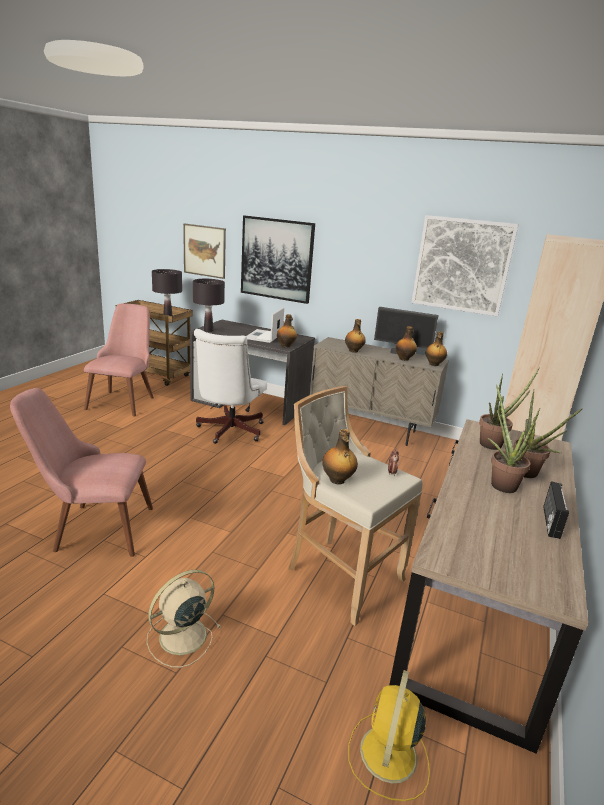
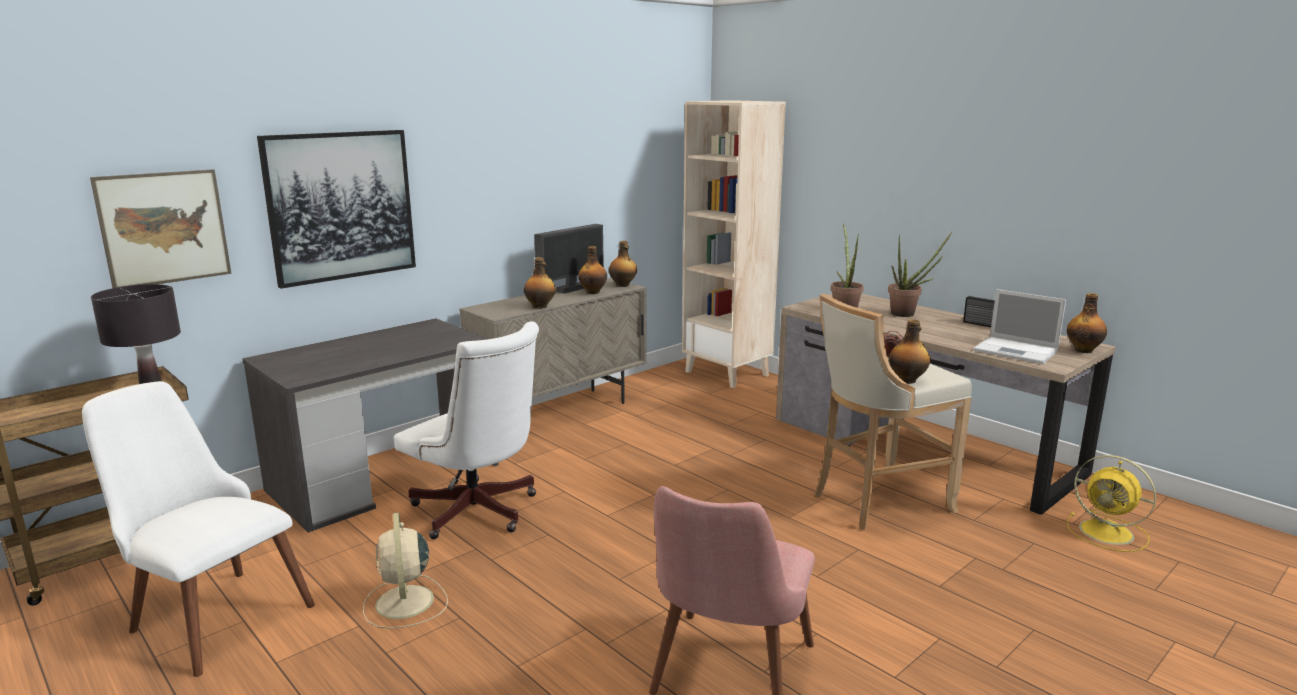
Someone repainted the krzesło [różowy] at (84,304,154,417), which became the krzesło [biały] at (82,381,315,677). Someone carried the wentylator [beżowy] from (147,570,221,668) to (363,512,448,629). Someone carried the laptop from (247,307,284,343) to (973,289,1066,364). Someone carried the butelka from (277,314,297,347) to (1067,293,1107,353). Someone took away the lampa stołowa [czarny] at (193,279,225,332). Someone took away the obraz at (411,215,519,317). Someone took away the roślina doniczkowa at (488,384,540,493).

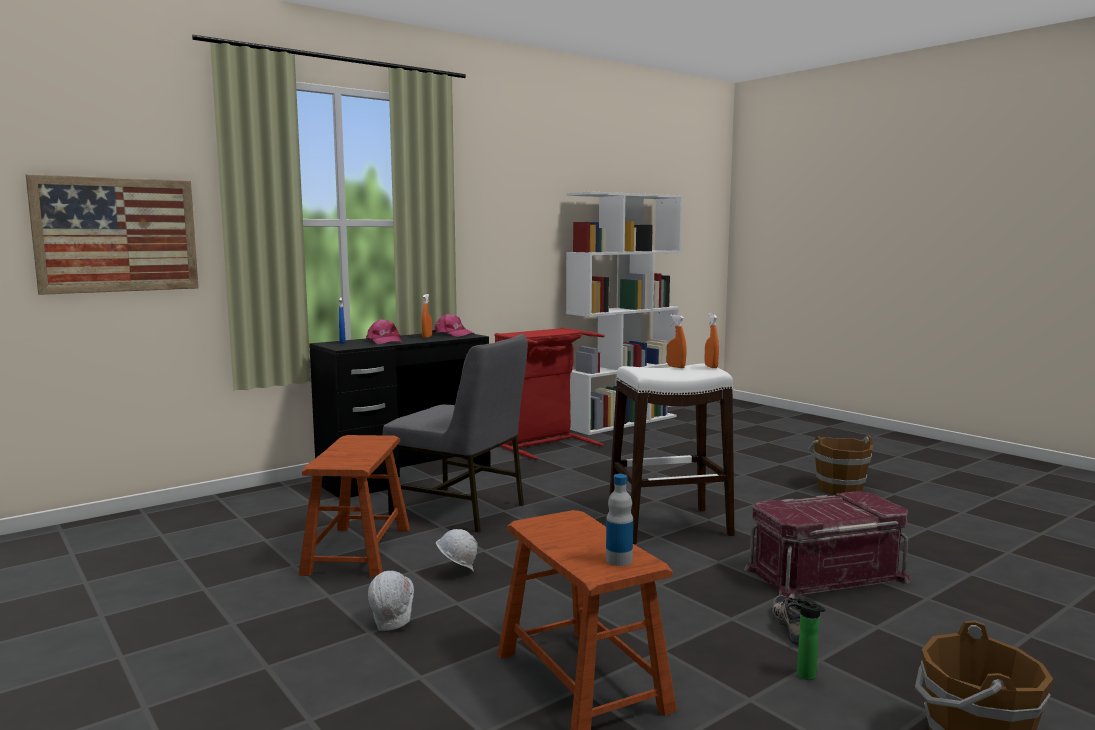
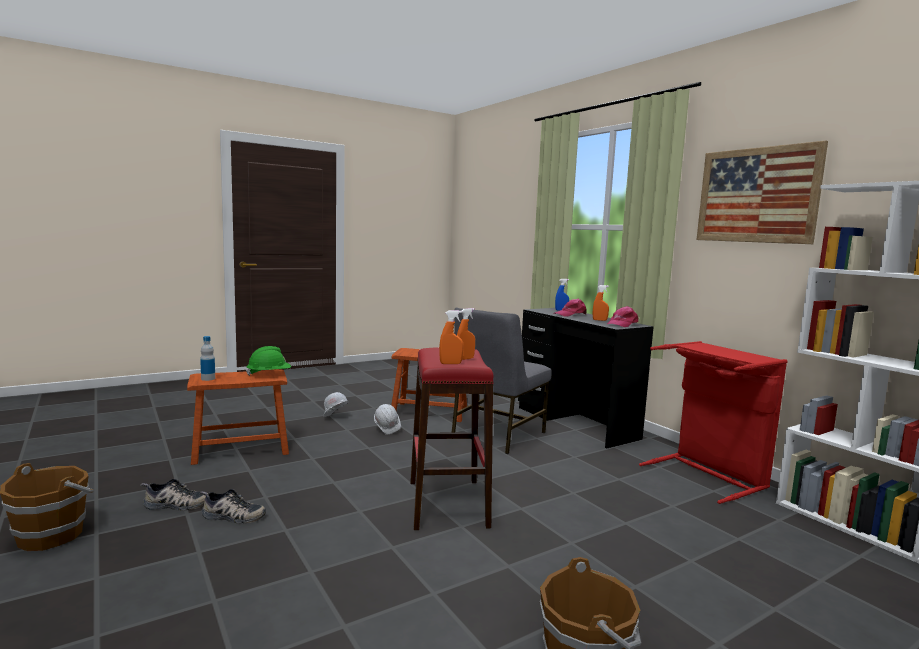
Someone swapped the butelka at (797,597,825,680) for the but at (140,479,207,511). Someone put down the kask [zielony] at (246,346,291,376). Someone repainted the stołek [biały] at (608,363,734,544), which became the stołek [czerwony] at (410,347,494,530). Someone carried the obraz from (26,174,199,295) to (697,141,828,244). Someone took away the pojemnik do przechowywania [czerwony] at (744,491,910,599).

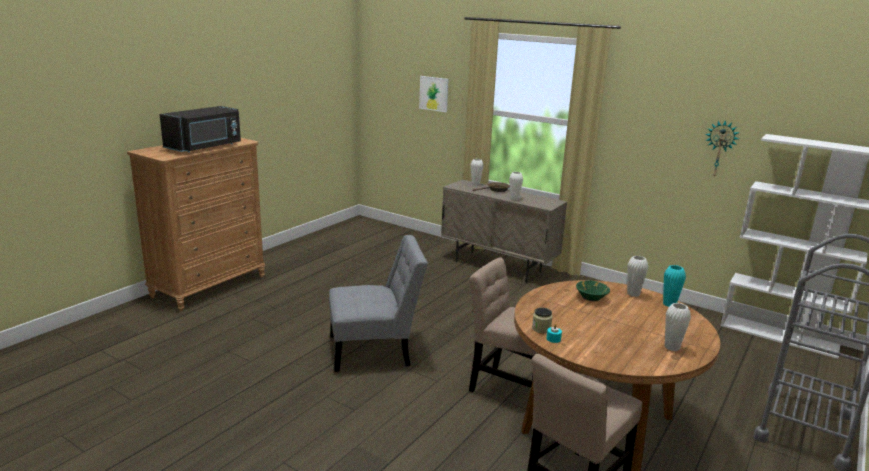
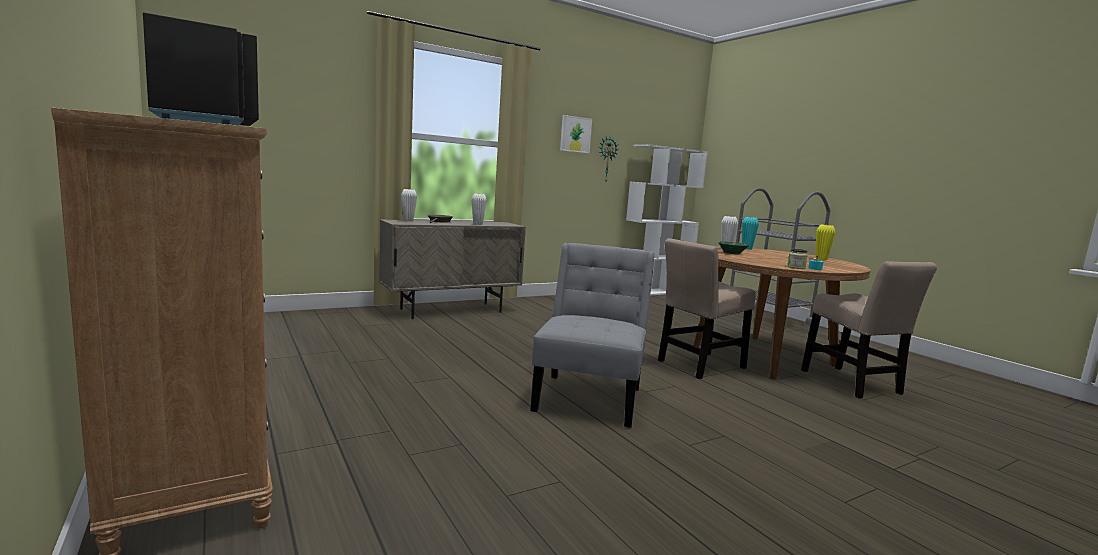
Someone carried the obraz from (419,76,449,112) to (560,115,592,153). Someone repainted the wazon [biały] at (665,303,691,351), which became the wazon [żółty] at (816,225,835,260).

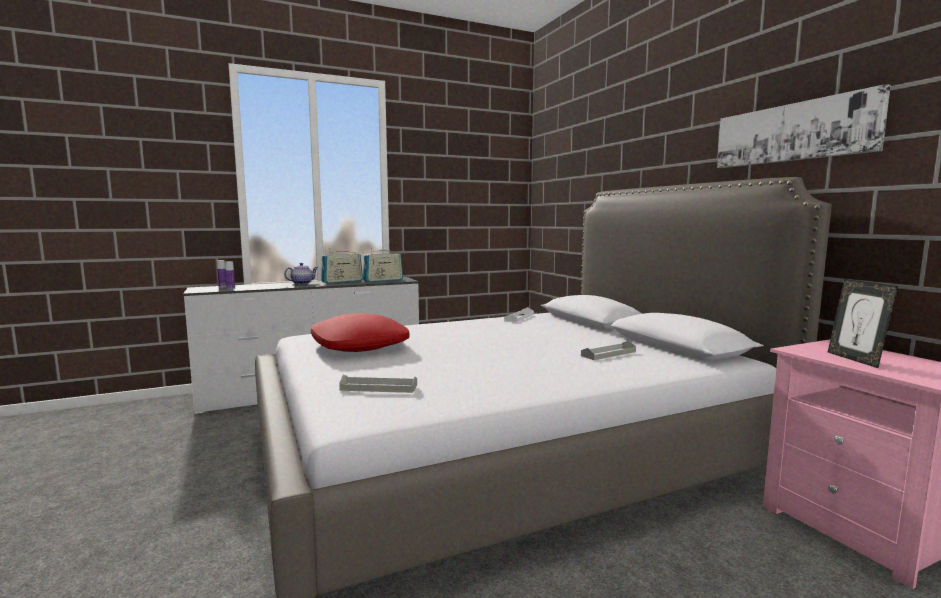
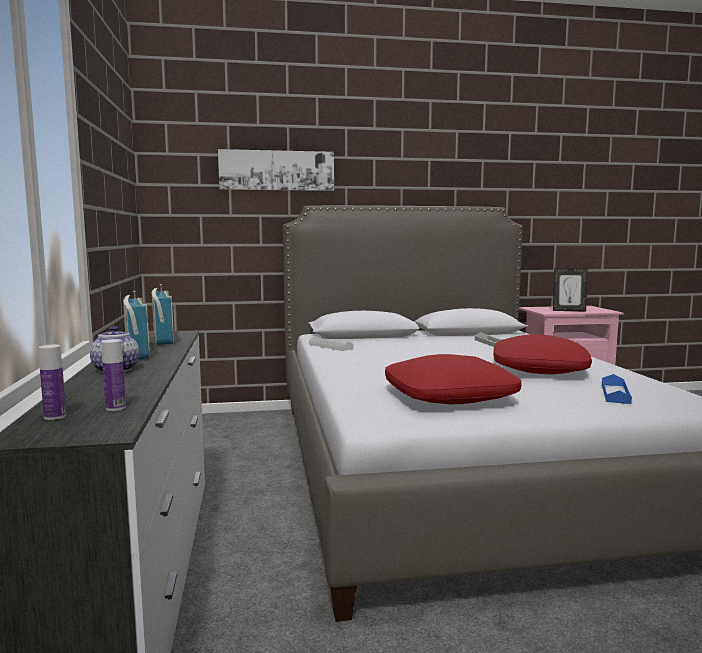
Someone carried the obraz from (717,84,890,168) to (218,149,334,191). Someone put down the poduszka [czerwony] at (493,335,592,374). Someone repainted the taca [szary] at (339,375,417,393), which became the taca [niebieski] at (602,374,632,404).

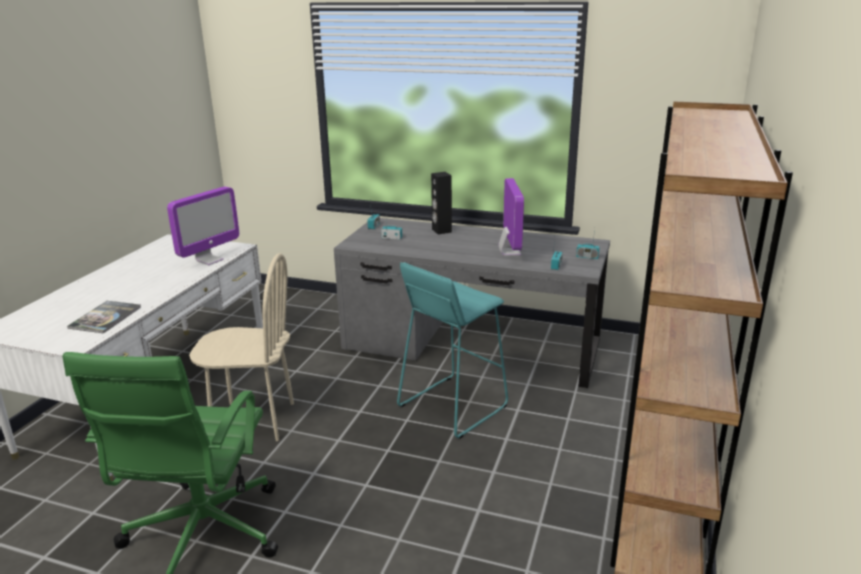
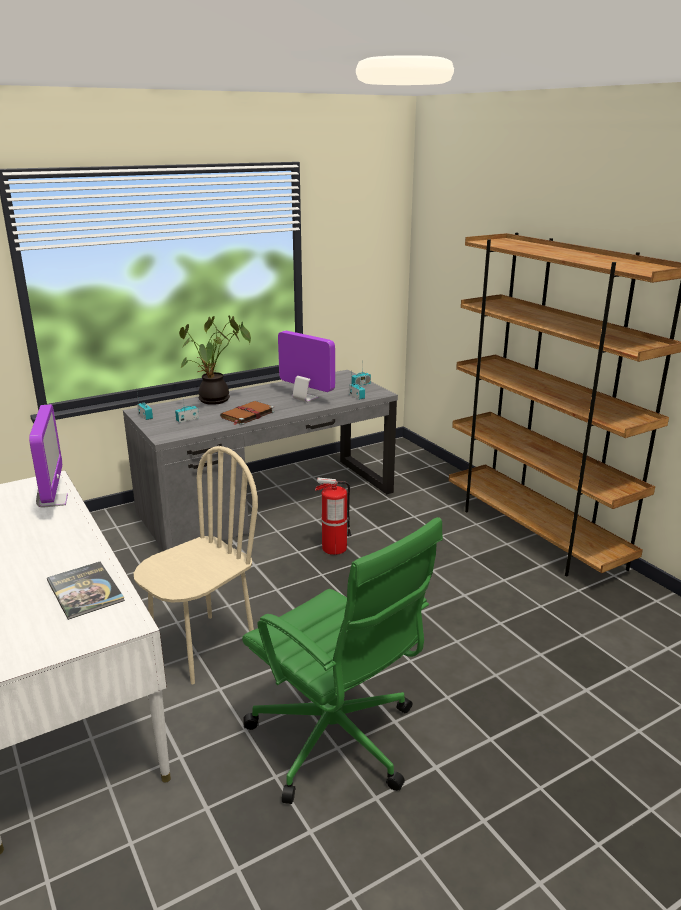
Someone swapped the głośnik [czarny] at (431,172,452,234) for the roślina doniczkowa at (179,316,251,405). Someone put down the książka [brązowy] at (220,401,275,425). Someone swapped the stołek [turkusowy] at (397,263,508,439) for the gaśnica at (315,477,352,555).

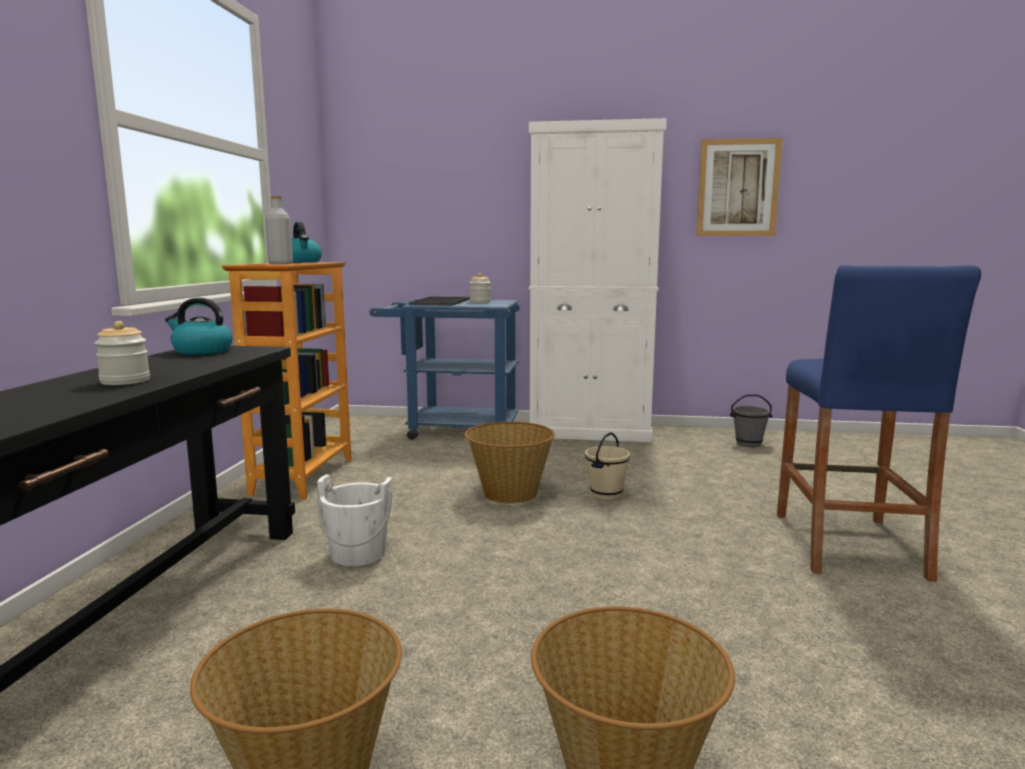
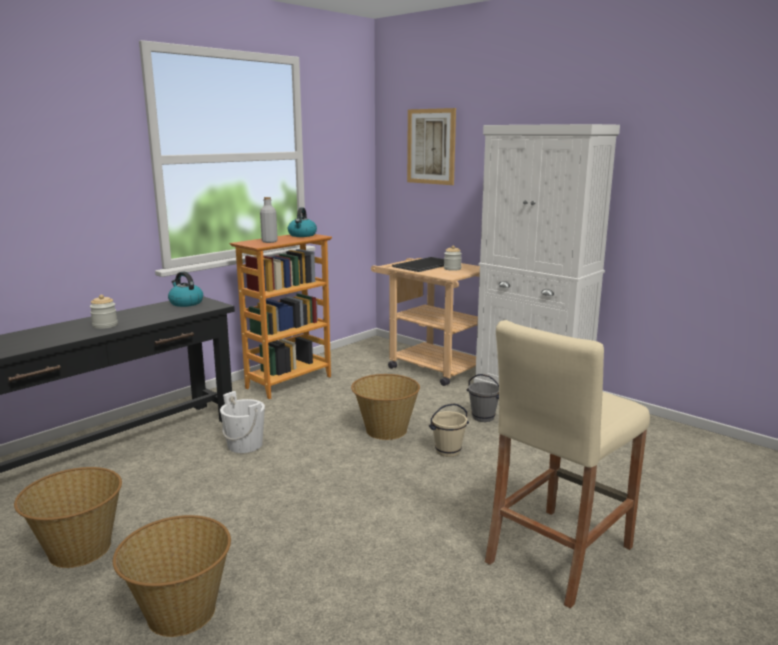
Someone repainted the wózek [niebieski] at (369,299,520,440), which became the wózek [beżowy] at (371,258,480,386). Someone carried the obraz from (696,138,783,236) to (407,108,456,185). Someone carried the wiadro [szary] from (730,395,772,447) to (467,374,499,422). Someone repainted the stołek [niebieski] at (777,265,981,582), which became the stołek [beżowy] at (485,320,650,609).

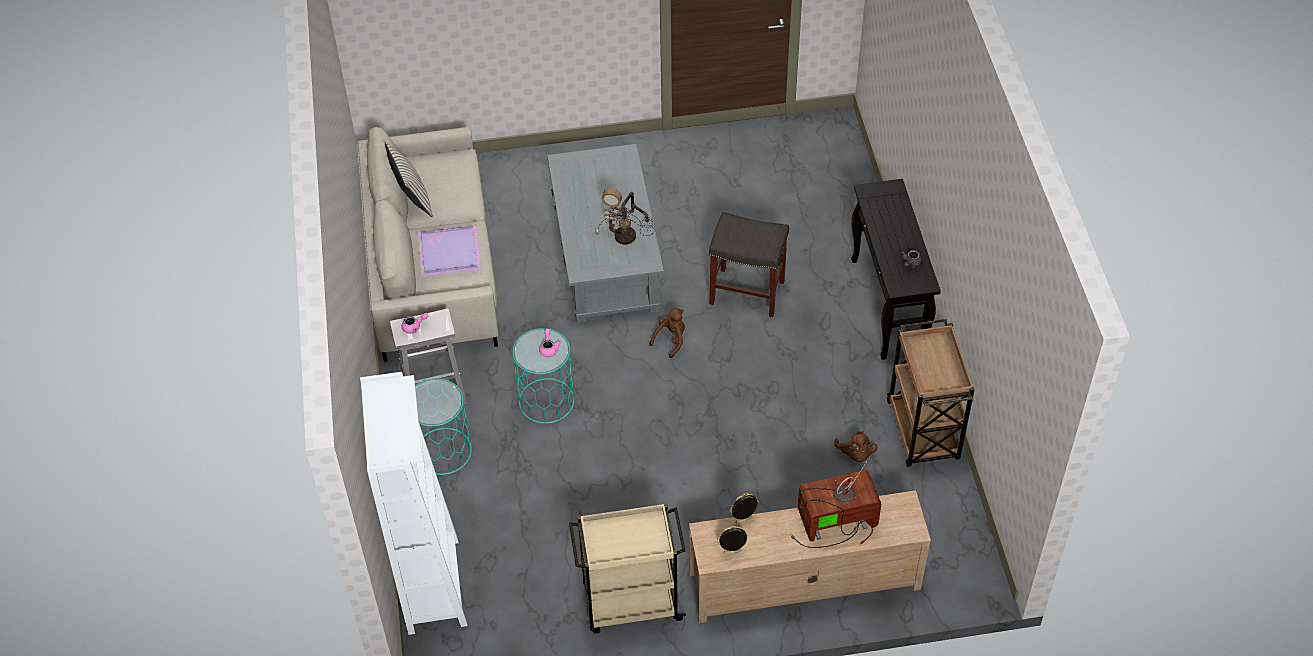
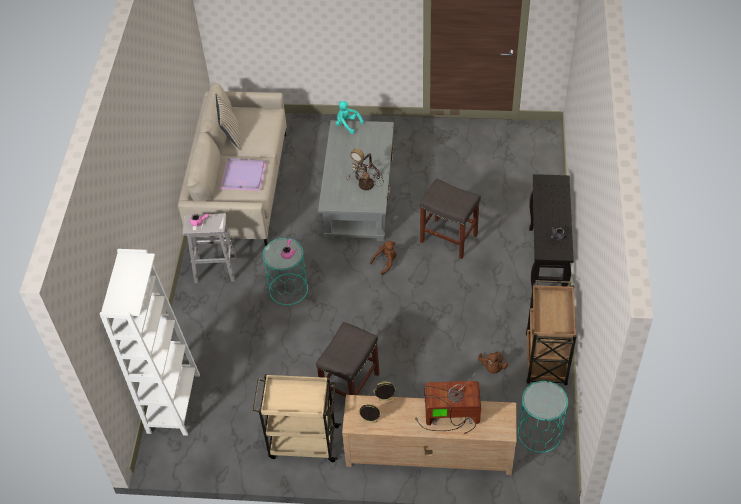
Someone put down the stołek [szary] at (316,322,380,397). Someone put down the pluszak [turkusowy] at (336,101,364,134). Someone carried the stolik [turkusowy] from (415,378,472,475) to (518,381,568,453).

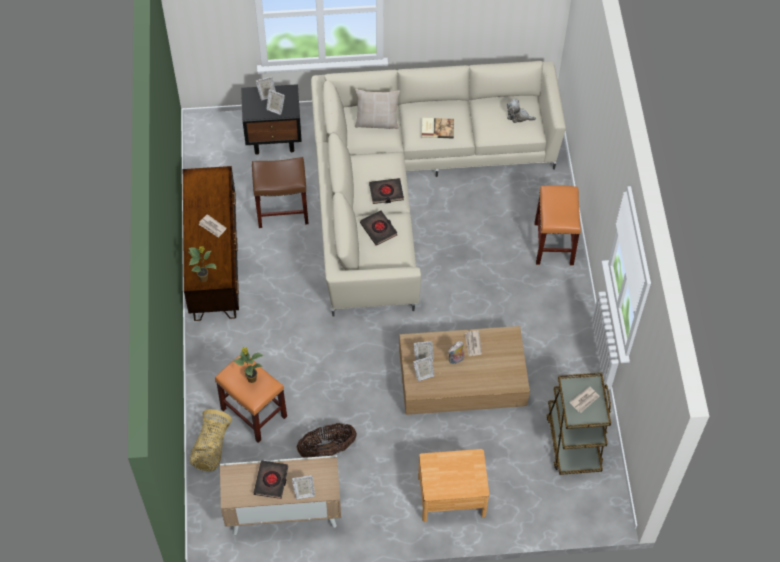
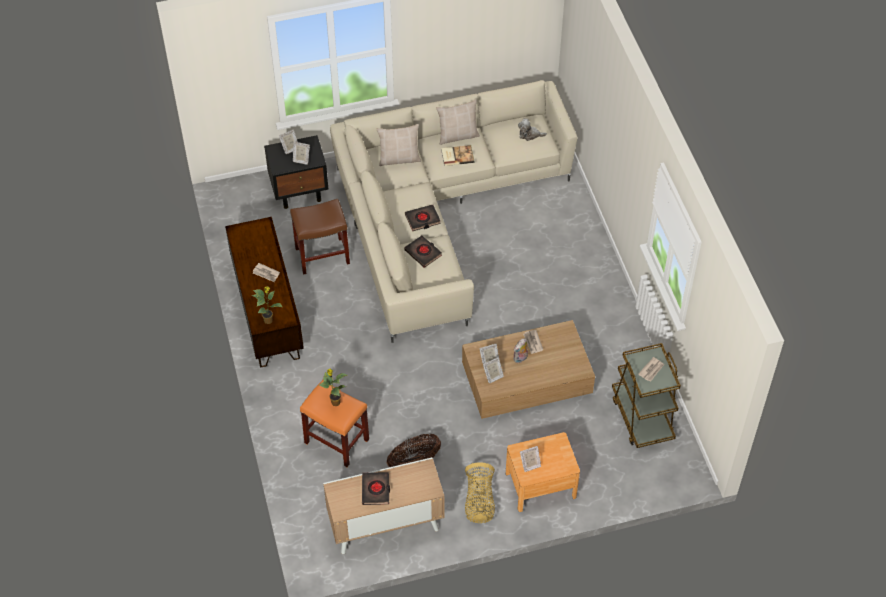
Someone put down the poduszka [beżowy] at (436,99,480,145). Someone carried the koszyk from (190,409,232,471) to (465,462,495,523). Someone carried the ramka na zdjęcie from (292,475,315,499) to (520,446,541,472). Someone took away the stołek [pomarańczowy] at (534,185,581,265).

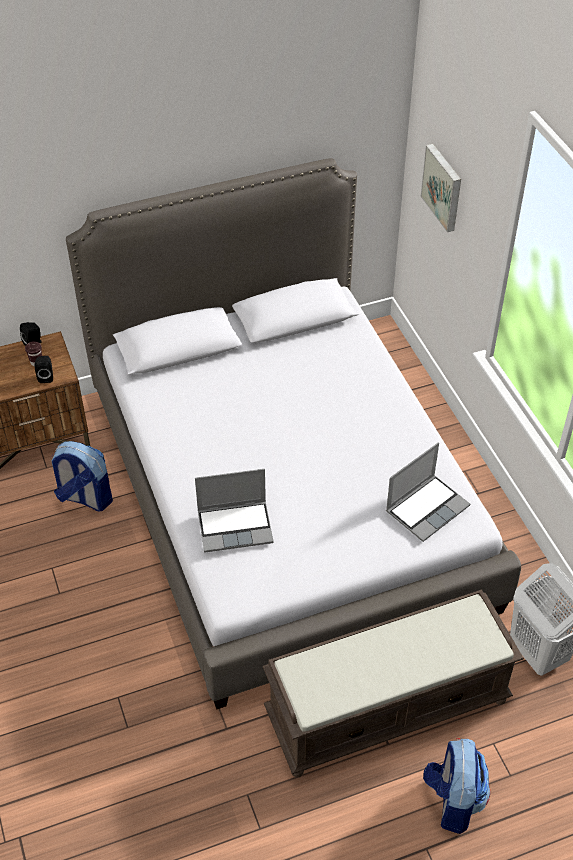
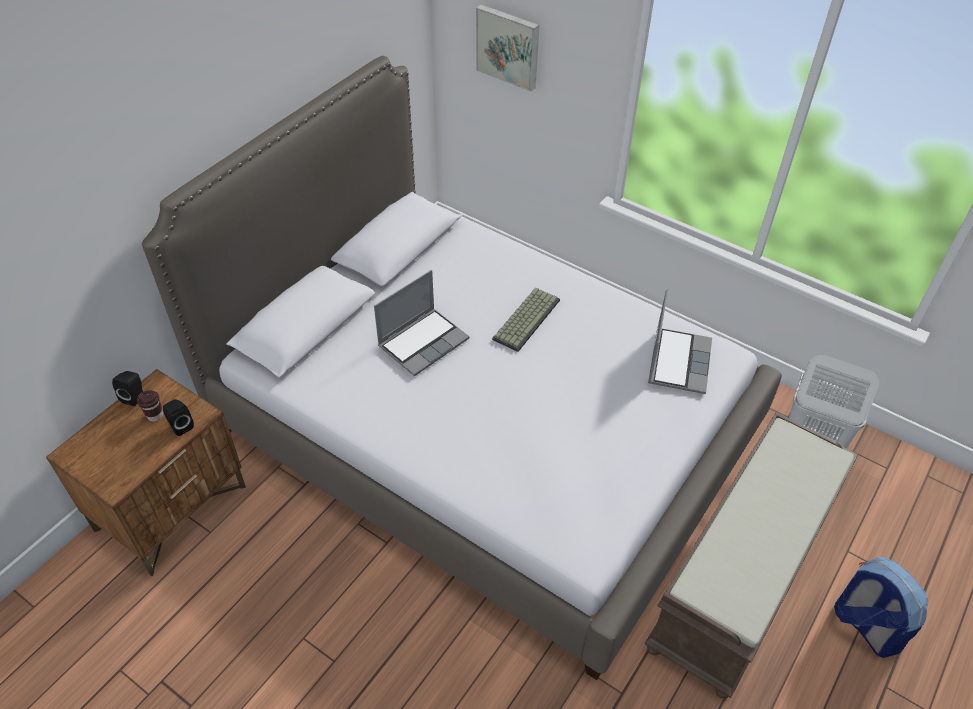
Someone carried the laptop from (195,469,274,553) to (374,270,469,376). Someone put down the klawiatura at (492,288,560,352). Someone took away the plecak at (51,441,113,511).

